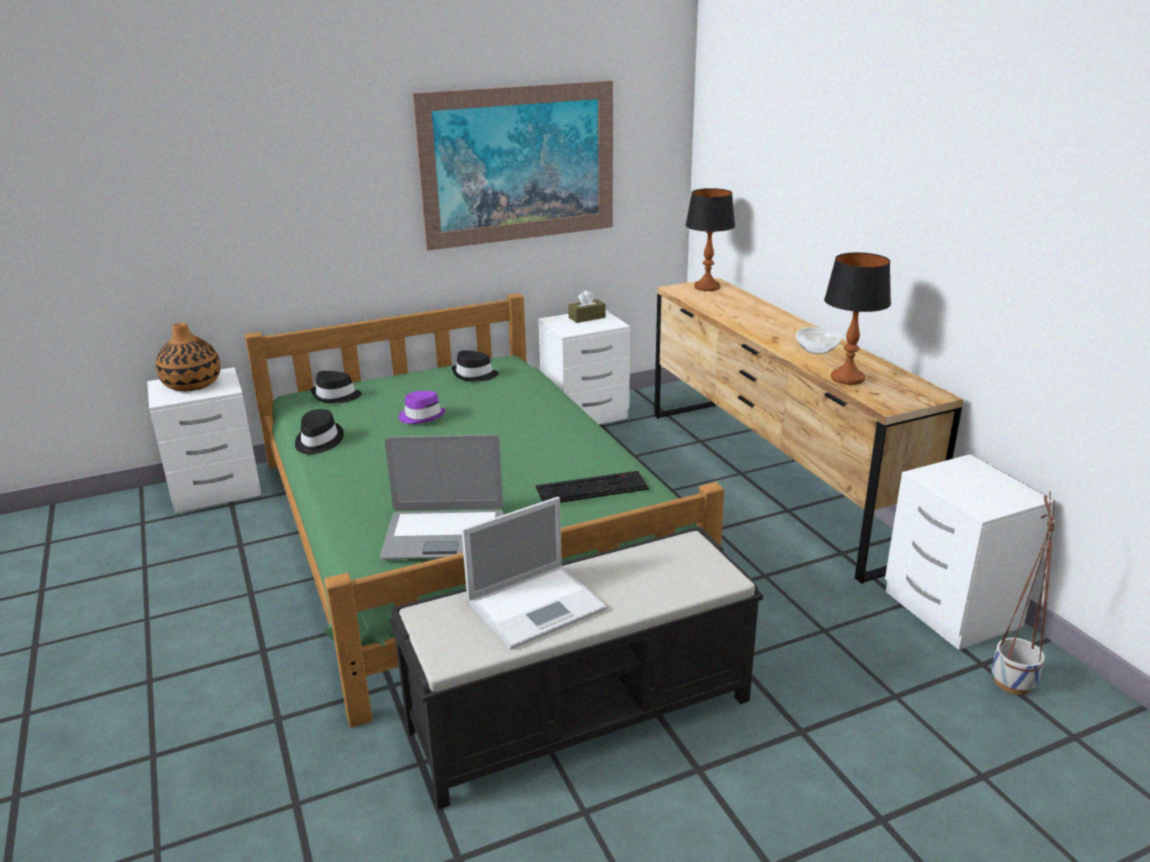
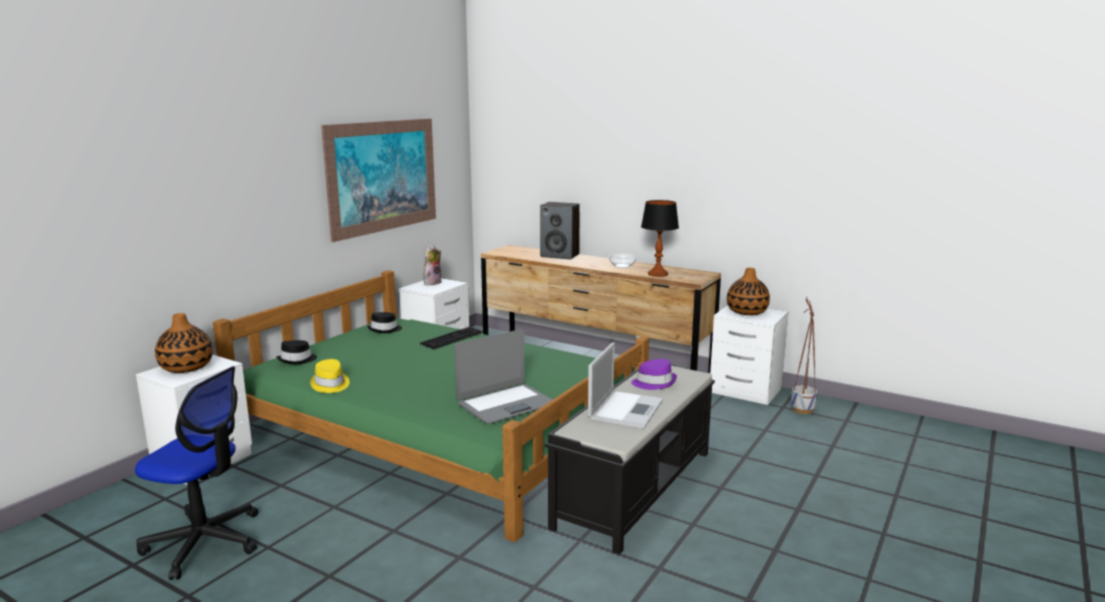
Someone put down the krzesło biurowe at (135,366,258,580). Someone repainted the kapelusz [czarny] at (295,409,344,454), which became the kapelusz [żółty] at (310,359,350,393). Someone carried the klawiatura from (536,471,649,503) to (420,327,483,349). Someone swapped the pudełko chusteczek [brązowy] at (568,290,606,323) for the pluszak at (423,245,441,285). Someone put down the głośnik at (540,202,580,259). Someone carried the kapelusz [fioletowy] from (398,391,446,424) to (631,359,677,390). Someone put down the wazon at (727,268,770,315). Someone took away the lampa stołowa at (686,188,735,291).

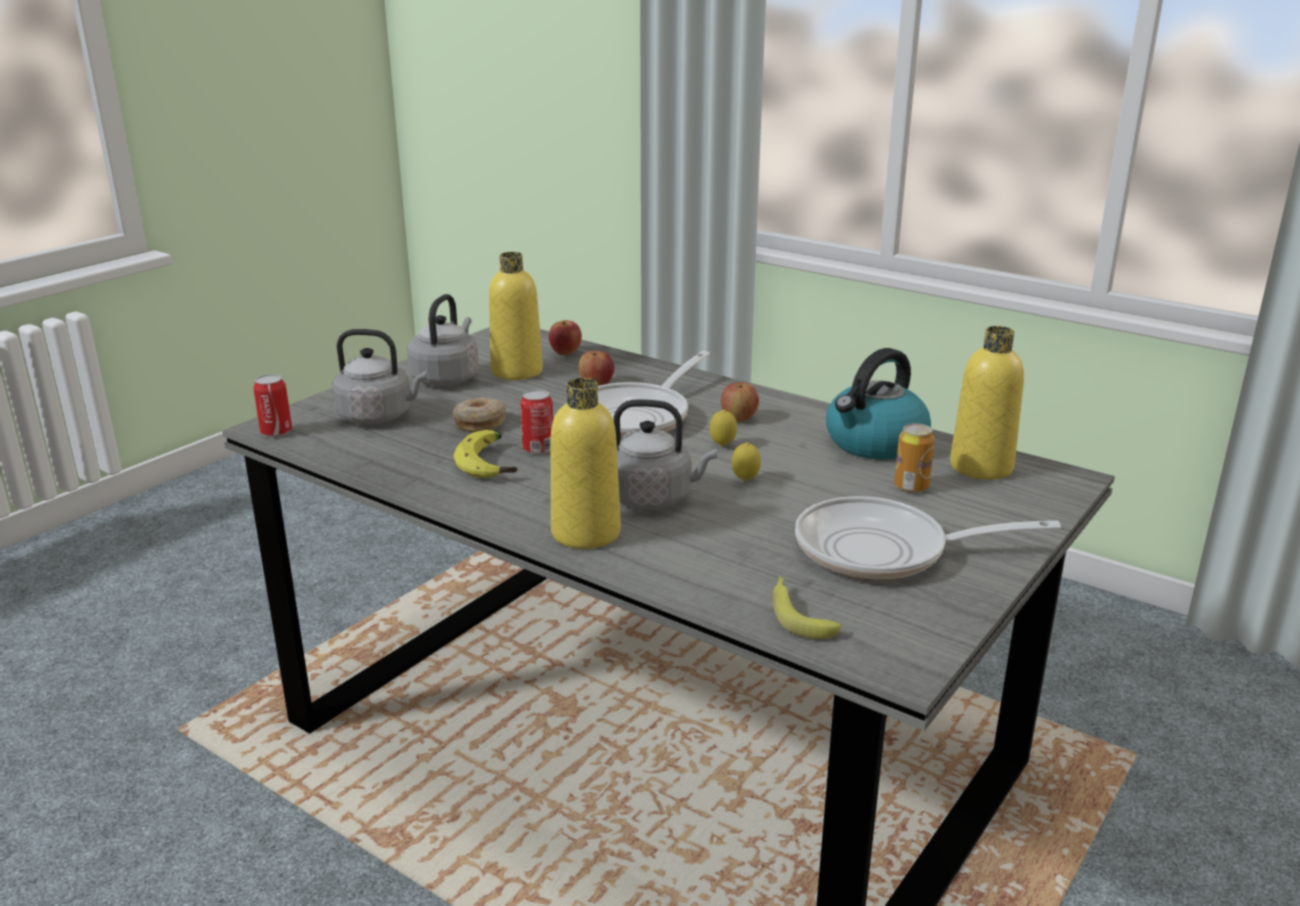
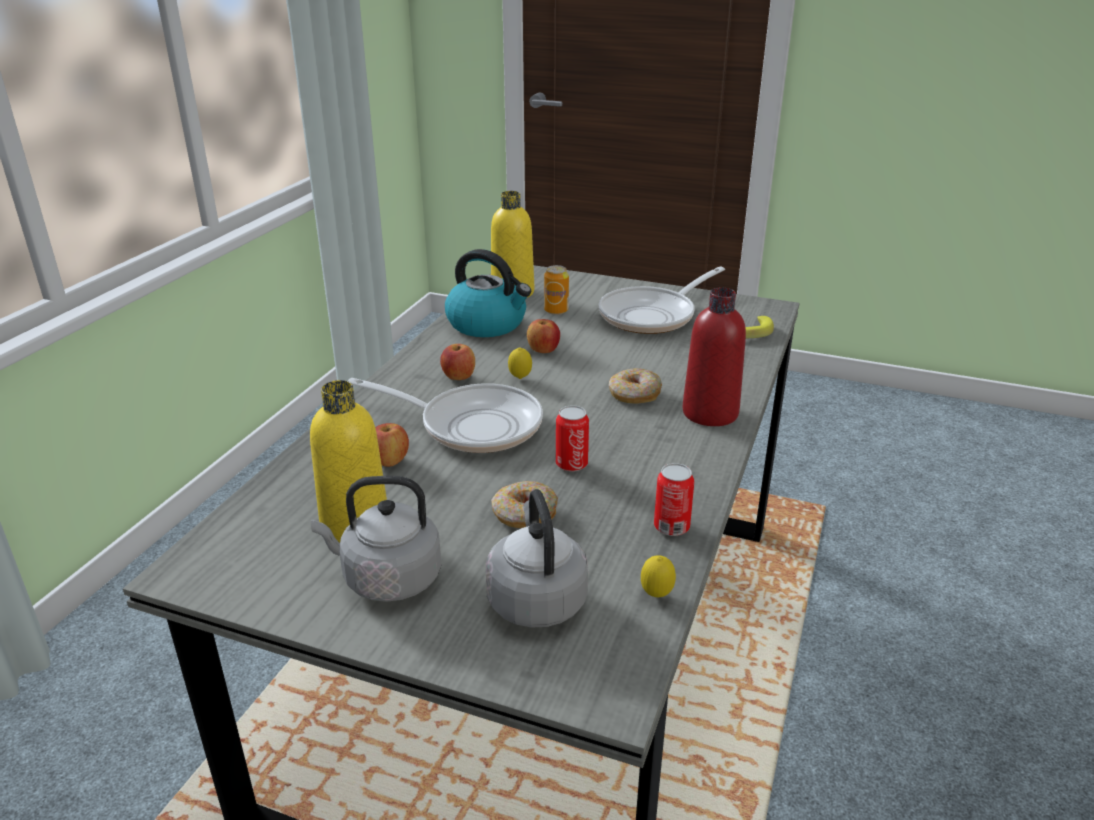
Someone carried the jabłko from (549,320,582,355) to (527,319,560,353). Someone rotated the patelnia at (795,496,1061,580) by 60 degrees clockwise. Someone swapped the czajnik [szary] at (613,399,717,509) for the donut at (609,368,662,404). Someone carried the cytryna from (732,442,761,481) to (641,555,676,597). Someone carried the puszka from (253,374,292,437) to (654,463,694,536). Someone repainted the butelka [żółty] at (551,378,621,549), which became the butelka [czerwony] at (682,288,746,426). Someone took away the banan at (453,430,517,478).

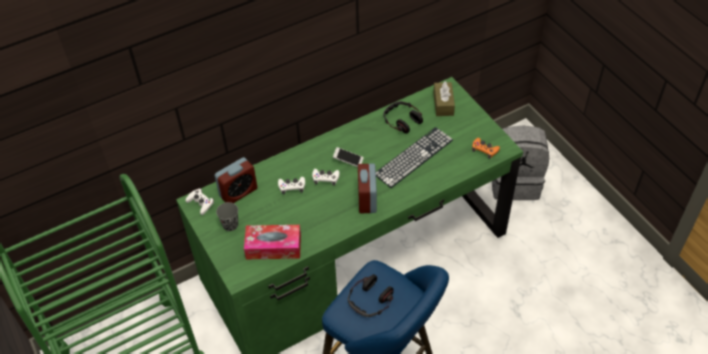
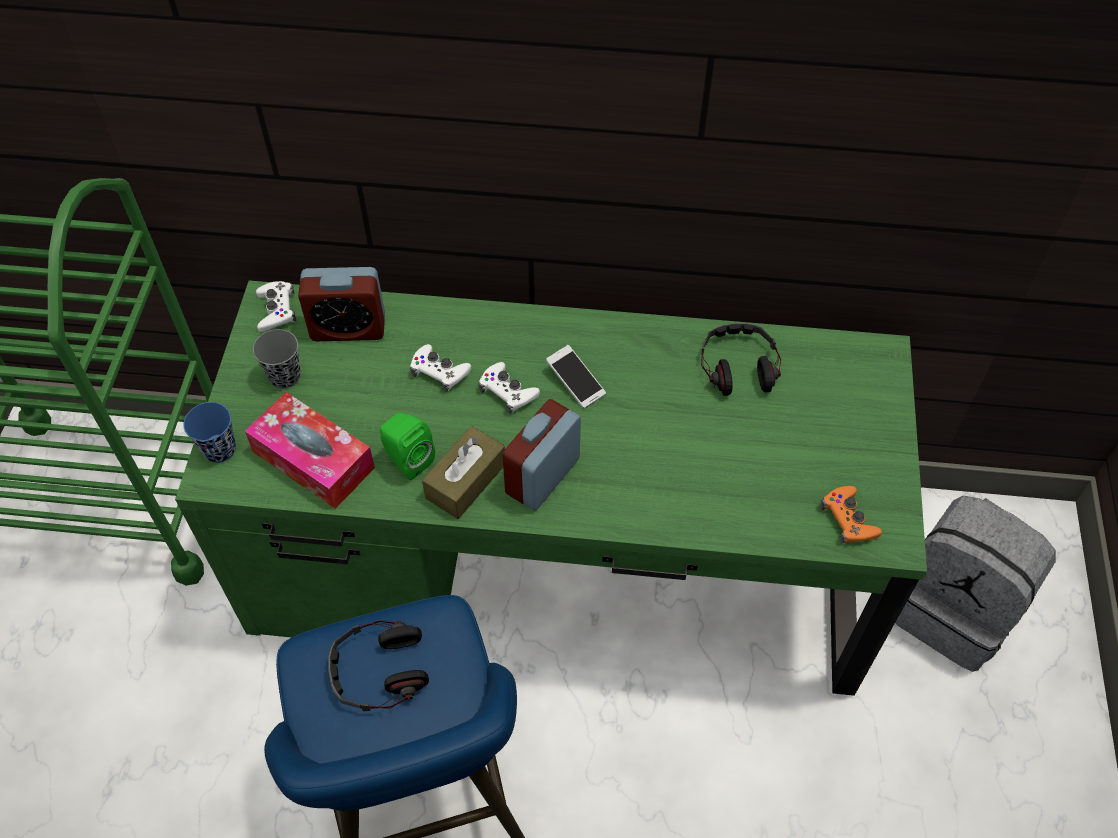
Someone put down the filiżanka [niebieski] at (183,402,236,463). Someone put down the głośnik [zielony] at (380,413,435,480). Someone carried the pudełko chusteczek [brązowy] from (433,81,455,116) to (422,426,505,519). Someone took away the klawiatura at (376,127,453,188).

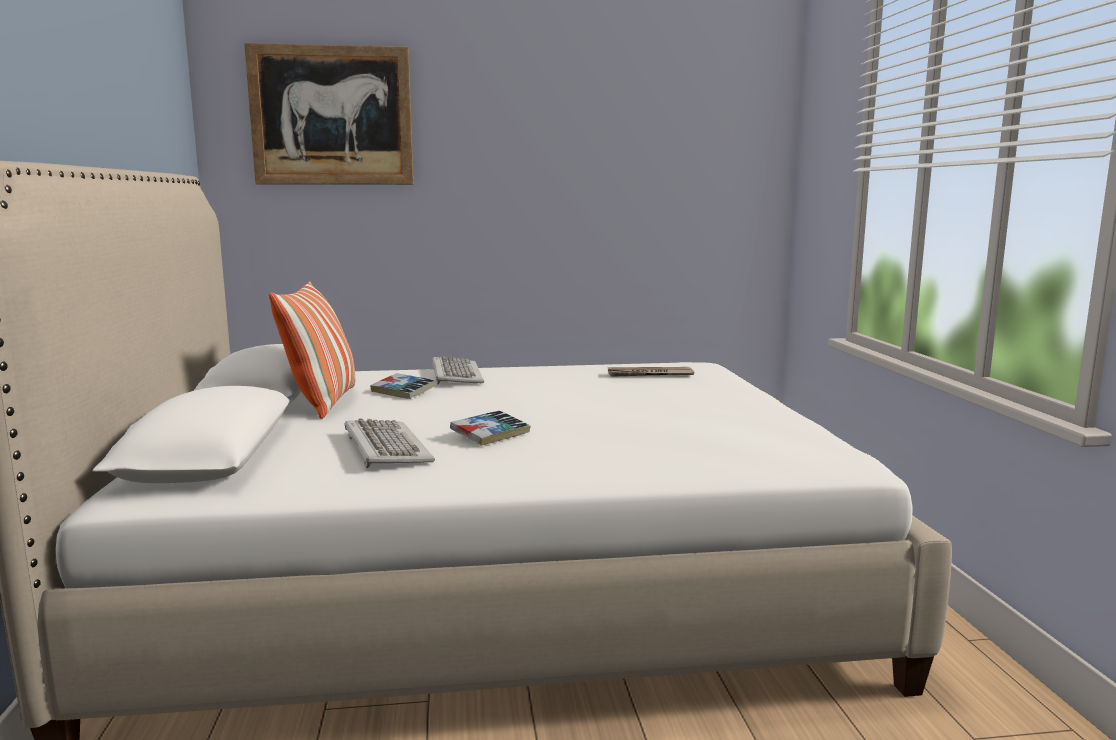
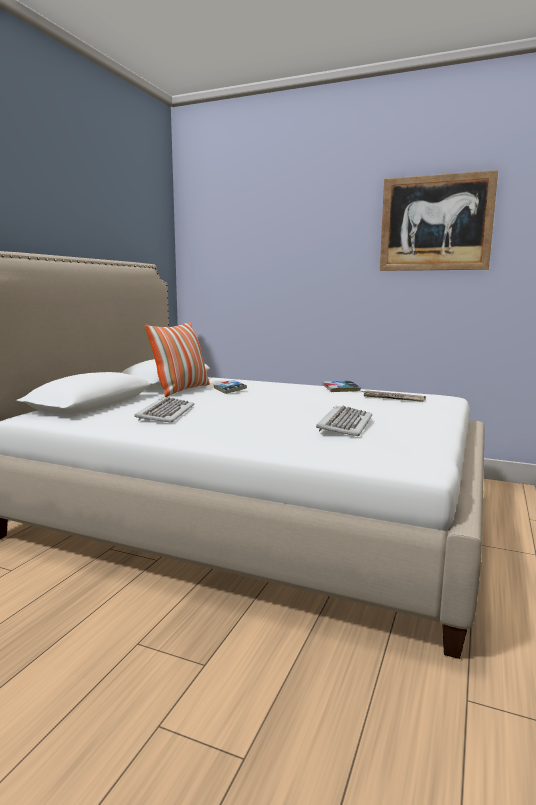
Someone carried the klawiatura from (432,356,484,385) to (316,406,372,436). Someone carried the książka from (450,410,531,446) to (322,380,361,392). Someone carried the obraz from (244,43,414,185) to (380,170,498,271).

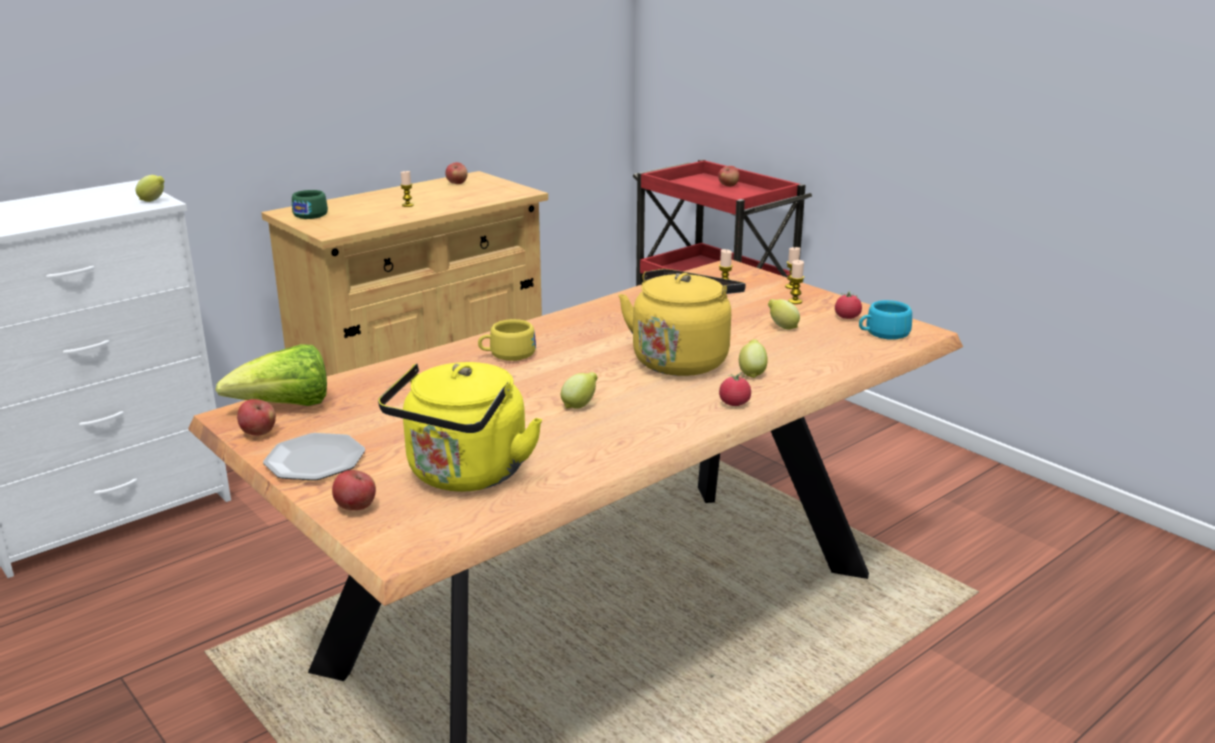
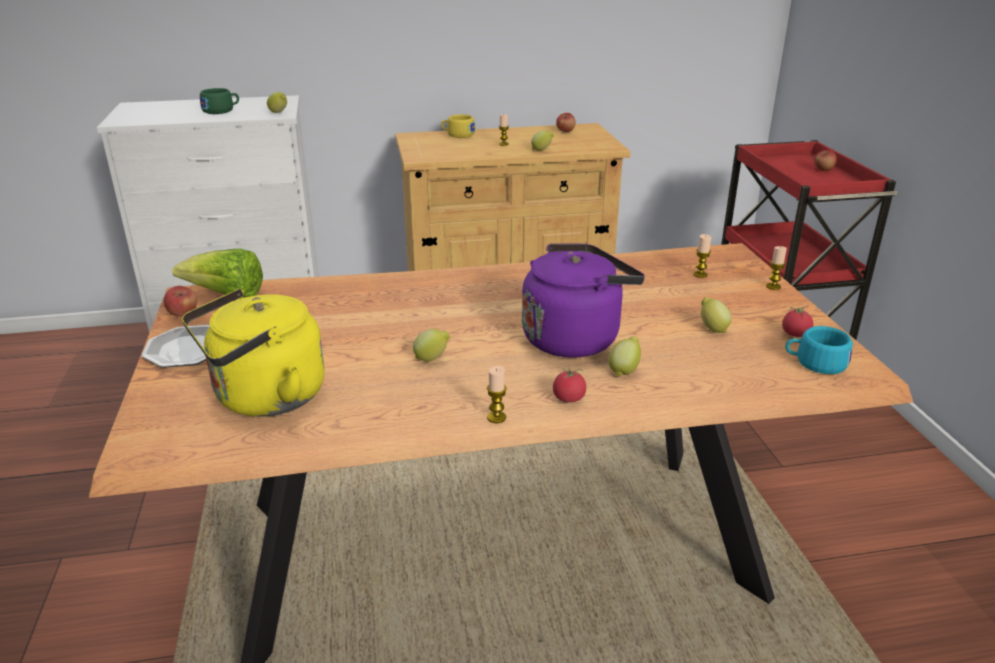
Someone carried the filiżanka [zielony] from (292,190,328,219) to (200,88,239,114). Someone carried the filiżanka [żółty] from (478,319,536,361) to (441,114,475,138). Someone carried the świeca from (788,260,804,304) to (487,366,507,423). Someone repainted the czajnik [żółty] at (619,269,745,376), which became the czajnik [fioletowy] at (522,243,645,358). Someone put down the cytryna at (531,131,554,151). Someone took away the jabłko at (332,470,376,510).

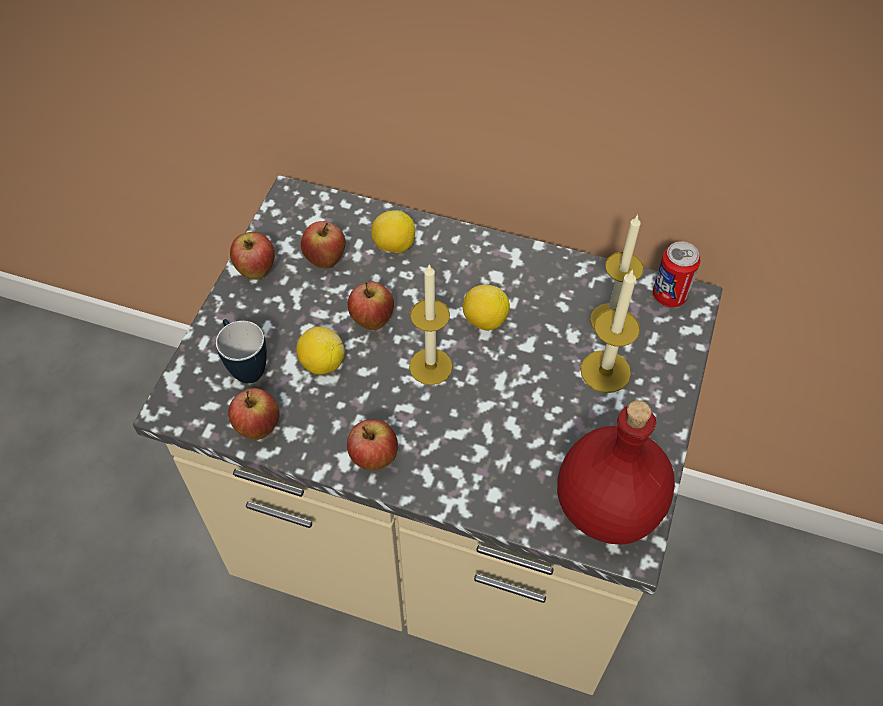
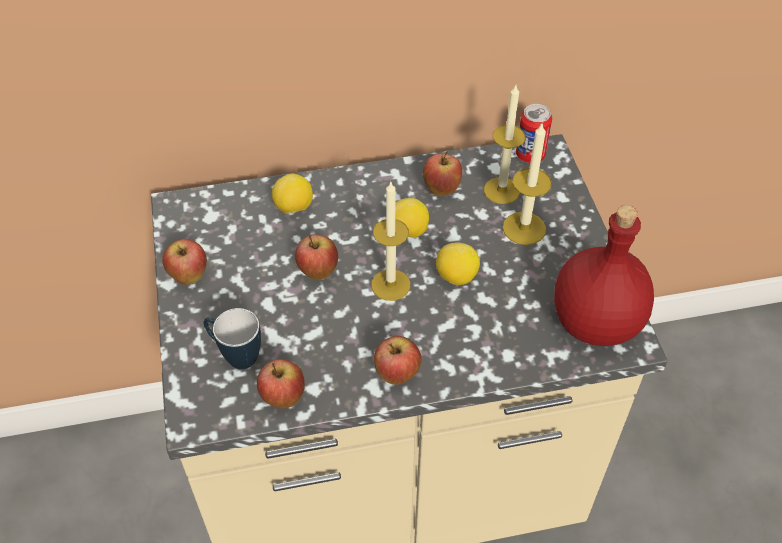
Someone carried the jabłko from (301,221,346,268) to (423,152,462,196). Someone carried the cytryna from (296,326,345,375) to (436,242,480,286).

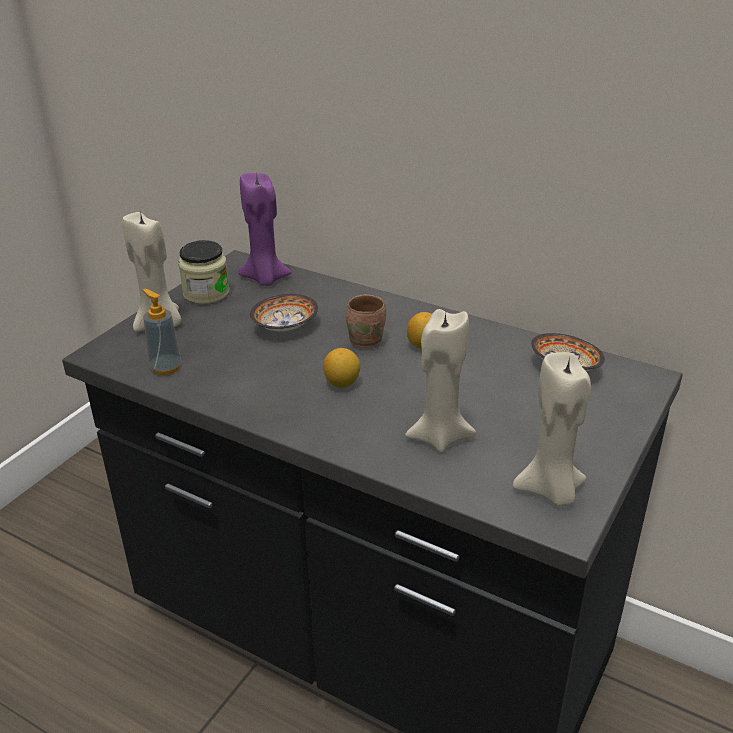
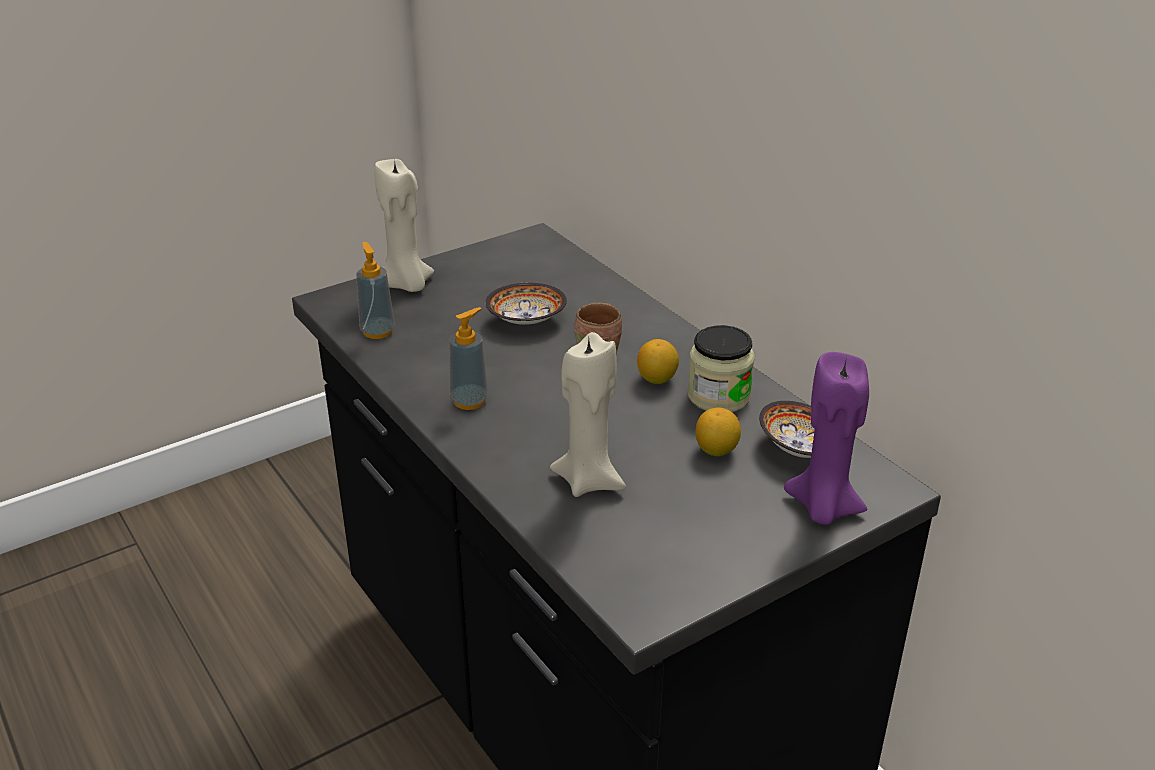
Someone put down the dozownik mydła at (449,307,489,410). Someone carried the słoik from (178,240,229,304) to (688,325,755,412). Someone carried the cytryna from (323,348,360,388) to (696,407,741,456). Someone carried the świeca [fioletowy] from (238,173,292,286) to (784,352,869,525). Someone took away the świeca [beżowy] at (513,352,591,506).

